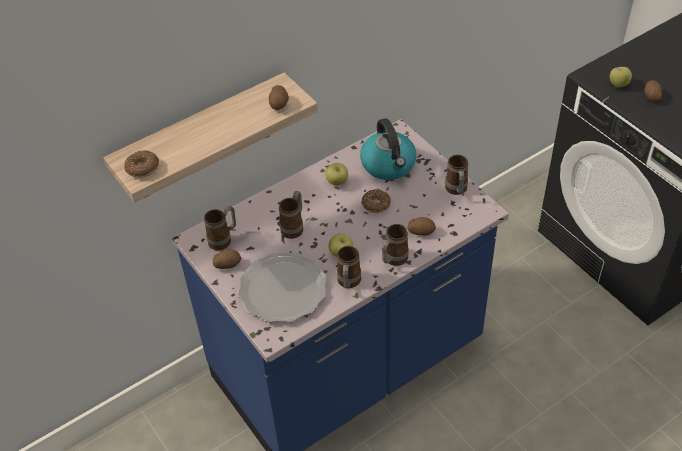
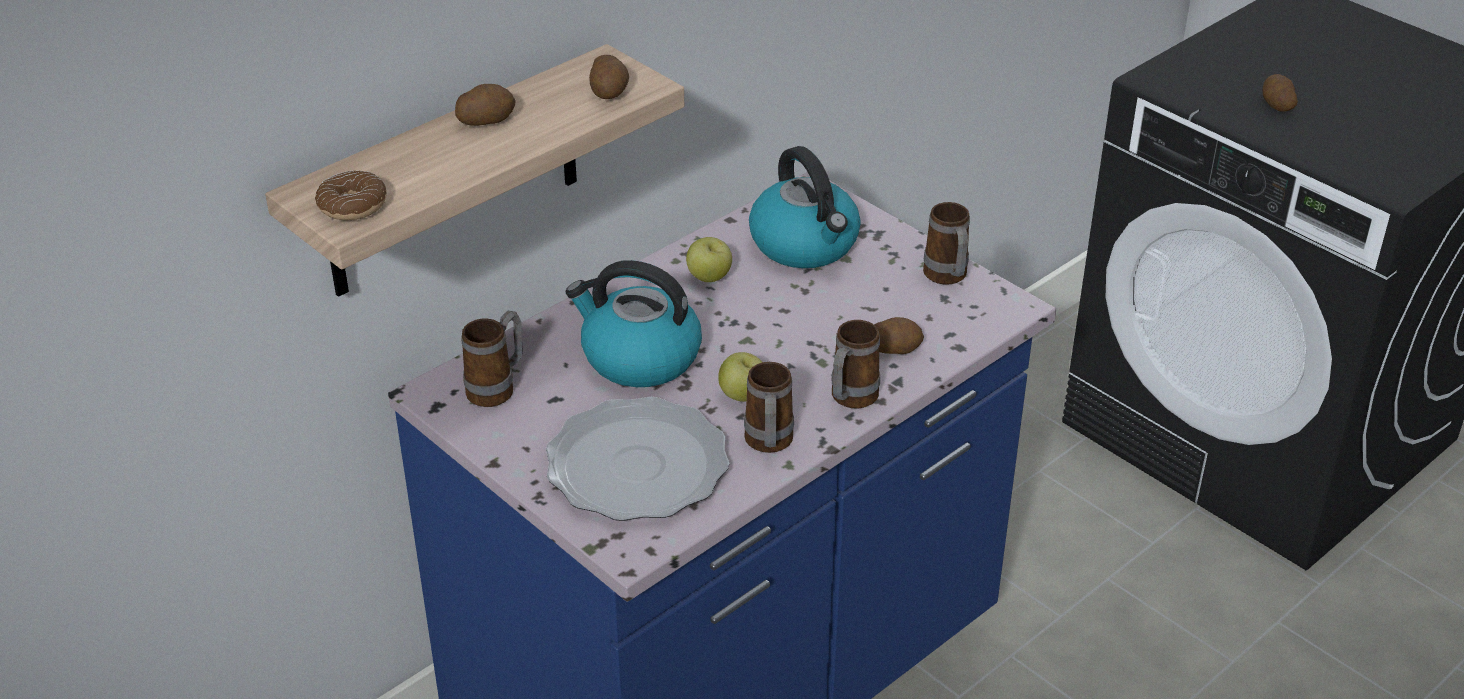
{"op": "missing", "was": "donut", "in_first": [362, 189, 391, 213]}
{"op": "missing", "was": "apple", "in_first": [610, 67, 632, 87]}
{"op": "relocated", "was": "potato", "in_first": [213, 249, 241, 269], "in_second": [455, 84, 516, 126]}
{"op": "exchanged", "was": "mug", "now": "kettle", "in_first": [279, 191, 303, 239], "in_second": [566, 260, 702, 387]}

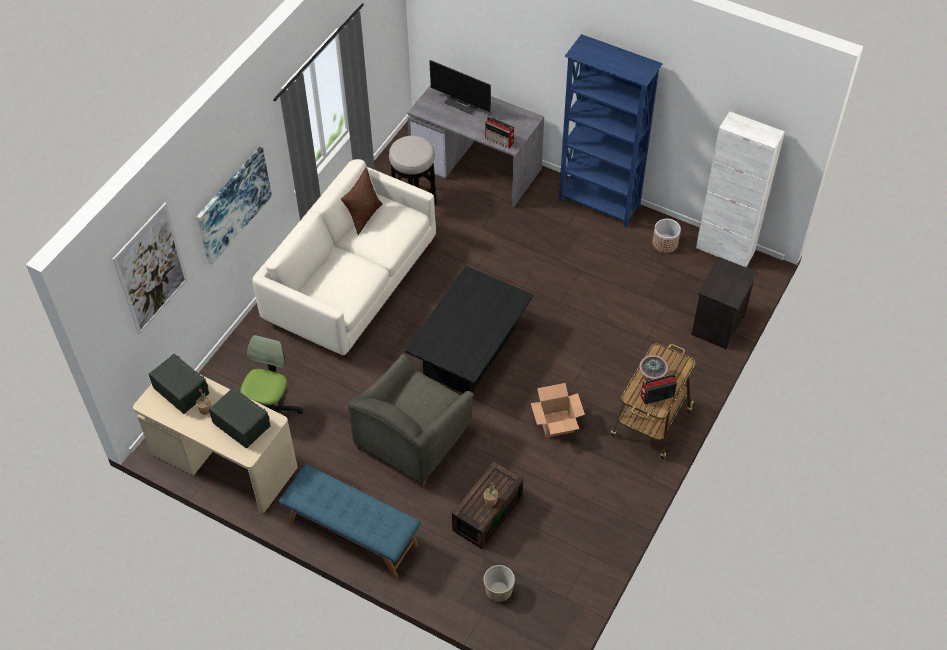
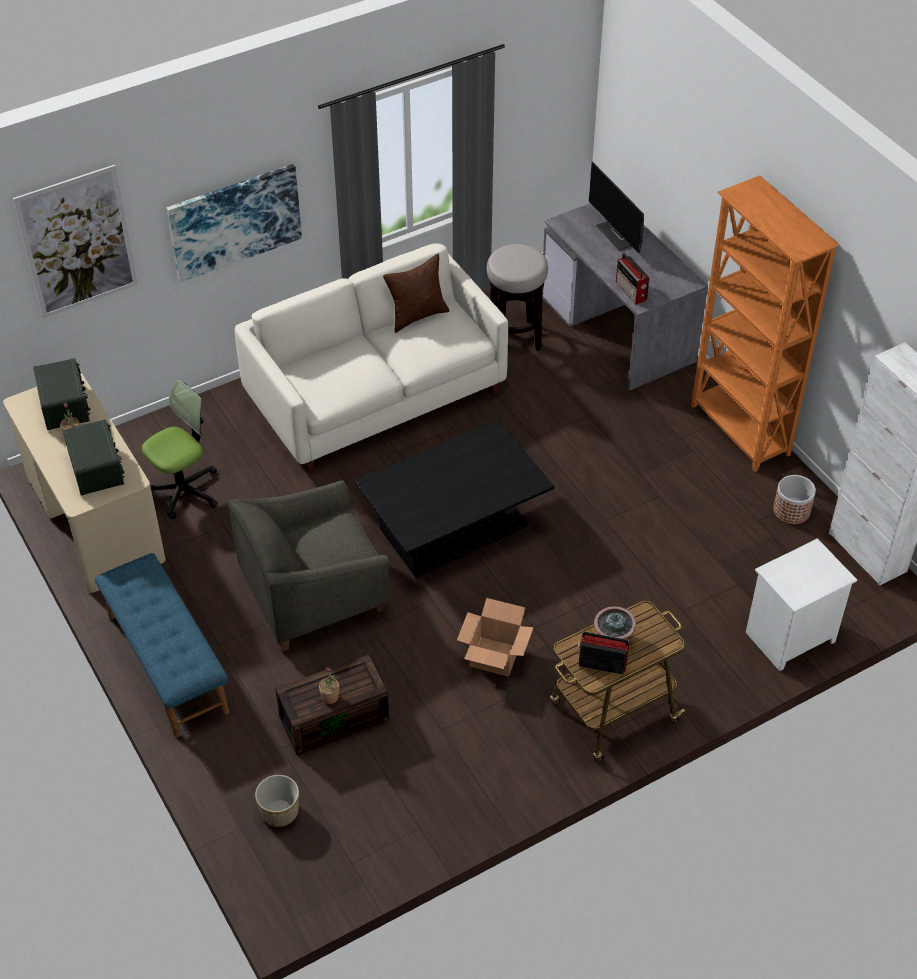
{"op": "colour", "was": "blue bookcase", "now": "orange bookcase", "in_first": [559, 34, 663, 228], "in_second": [691, 175, 840, 472]}
{"op": "colour", "was": "black nightstand", "now": "white nightstand", "in_first": [691, 257, 758, 350], "in_second": [746, 538, 857, 671]}

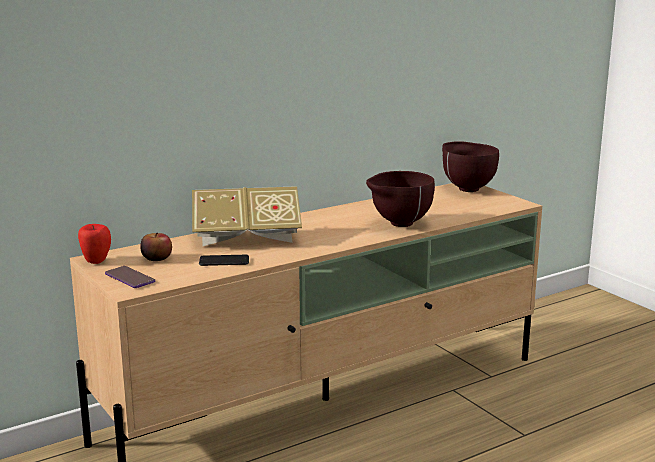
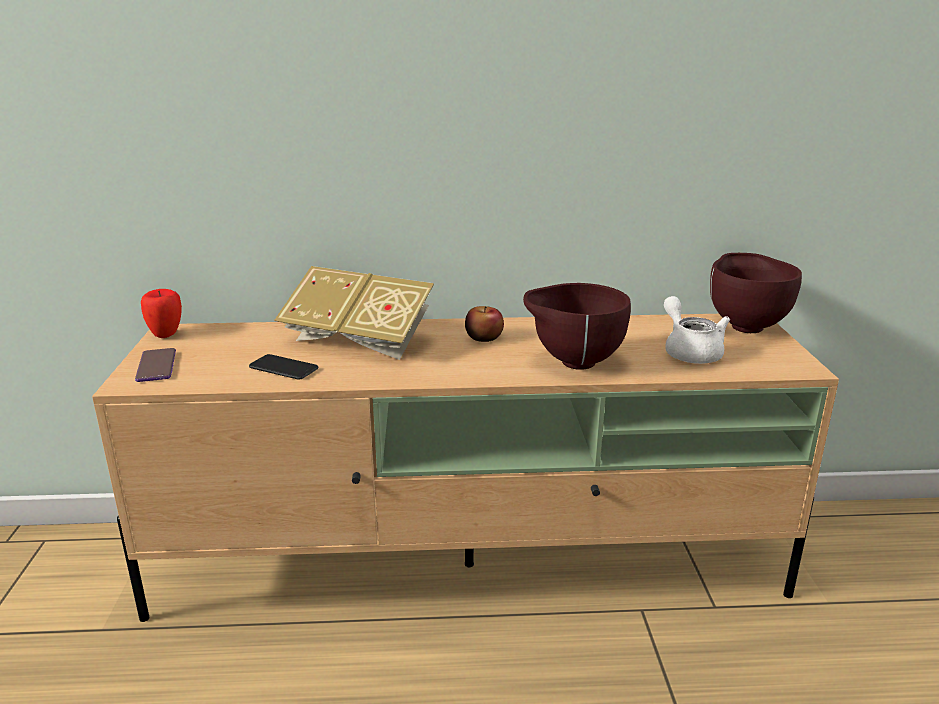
{"op": "appeared", "now": "white teapot", "in_second": [664, 296, 730, 364]}
{"op": "relocated", "was": "apple", "in_first": [140, 233, 172, 261], "in_second": [465, 306, 504, 342]}

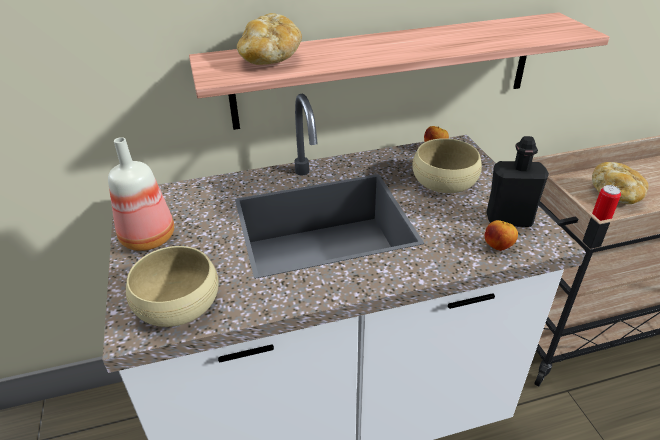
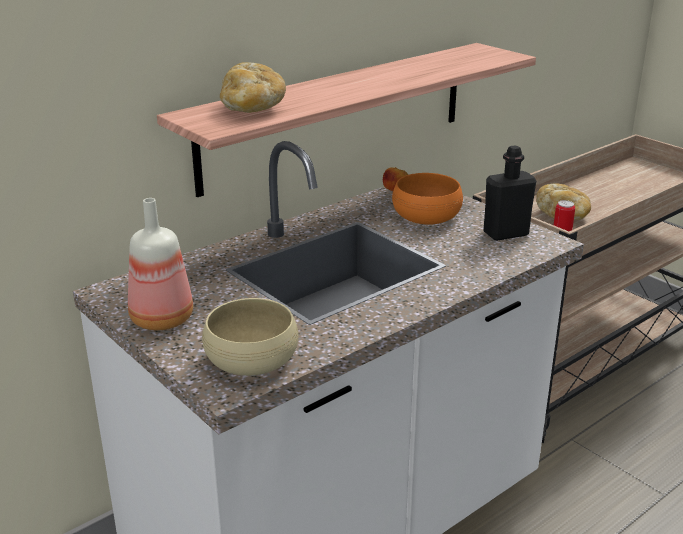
{"op": "missing", "was": "apple", "in_first": [485, 220, 518, 251]}
{"op": "colour", "was": "beige bowl", "now": "orange bowl", "in_first": [412, 138, 482, 193], "in_second": [392, 173, 463, 225]}

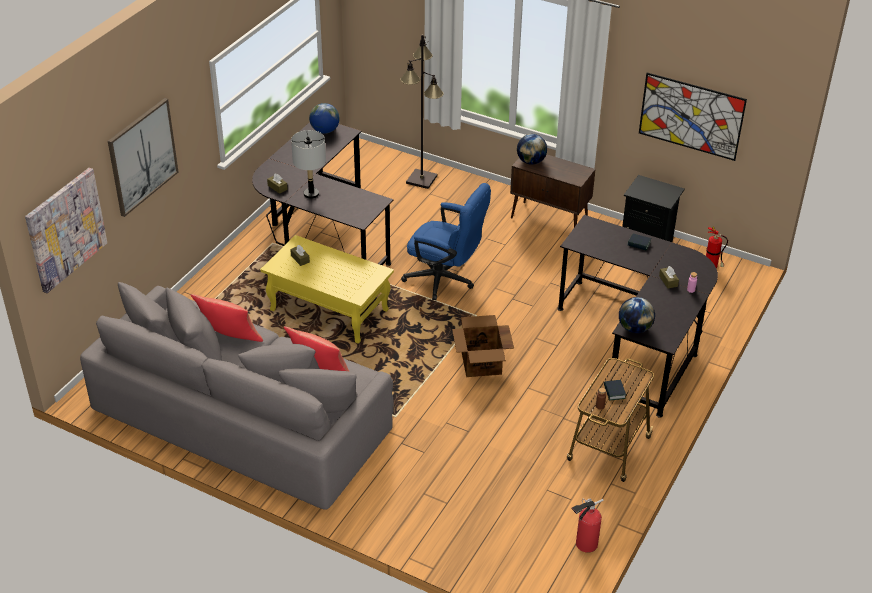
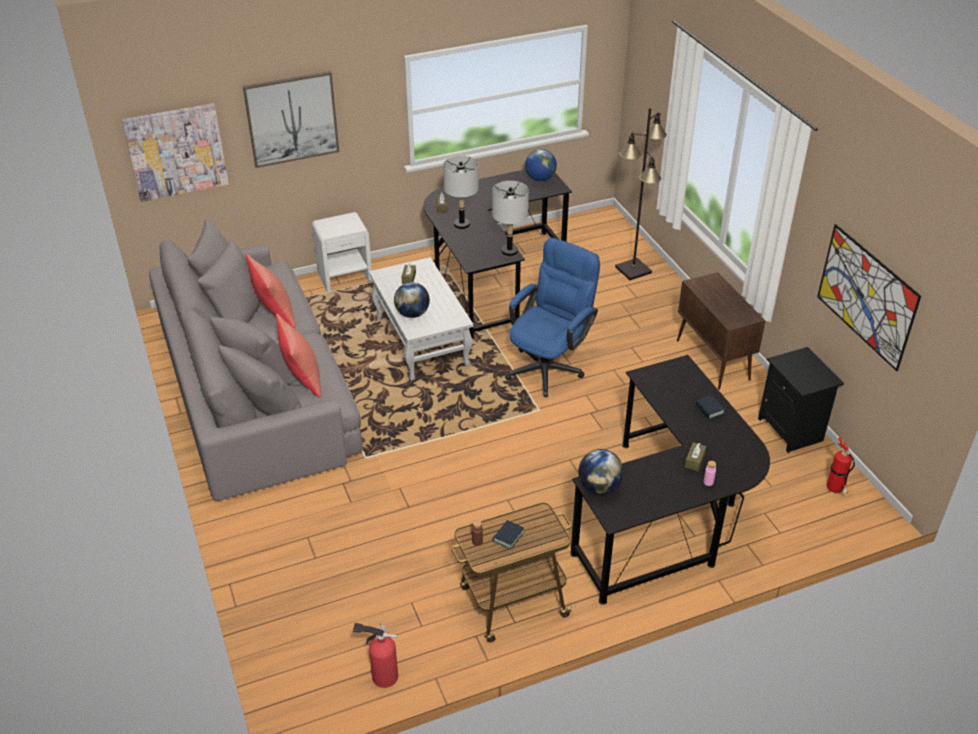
{"op": "missing", "was": "cardboard box", "in_first": [452, 315, 514, 377]}
{"op": "appeared", "now": "white nightstand", "in_second": [312, 212, 373, 292]}
{"op": "appeared", "now": "grey table lamp", "in_second": [492, 181, 529, 256]}
{"op": "relocated", "was": "globe", "in_first": [517, 134, 547, 165], "in_second": [394, 282, 430, 318]}
{"op": "colour", "was": "yellow coffee table", "now": "white coffee table", "in_first": [260, 235, 394, 344], "in_second": [369, 257, 473, 380]}
{"op": "spun", "was": "blue office chair", "in_first": [401, 183, 491, 300], "in_second": [505, 238, 600, 397], "clockwise": -120}

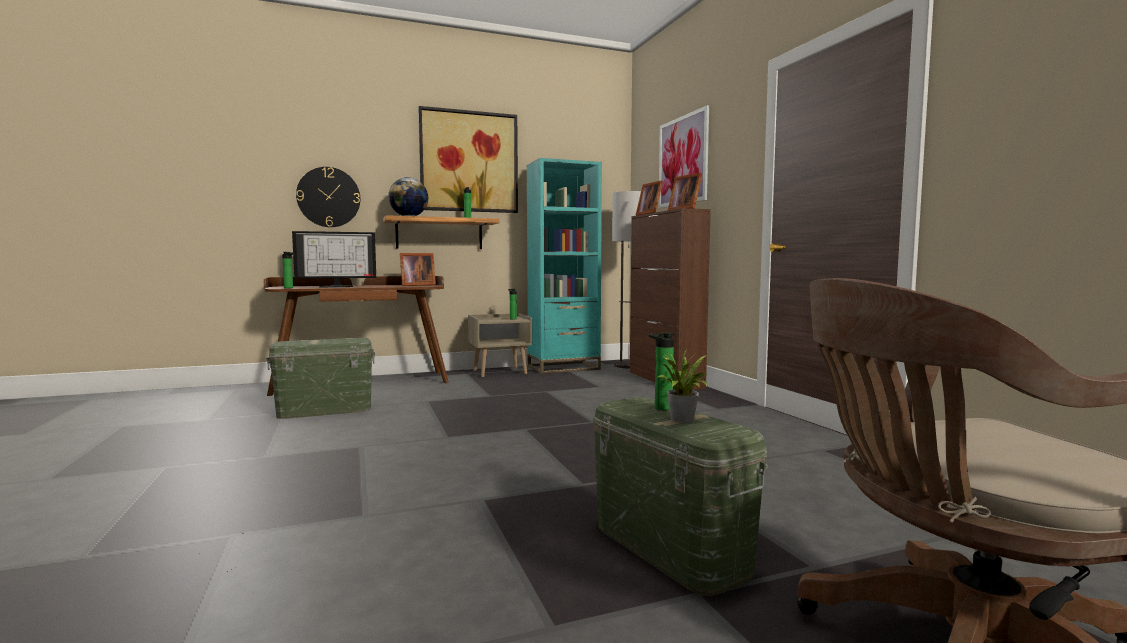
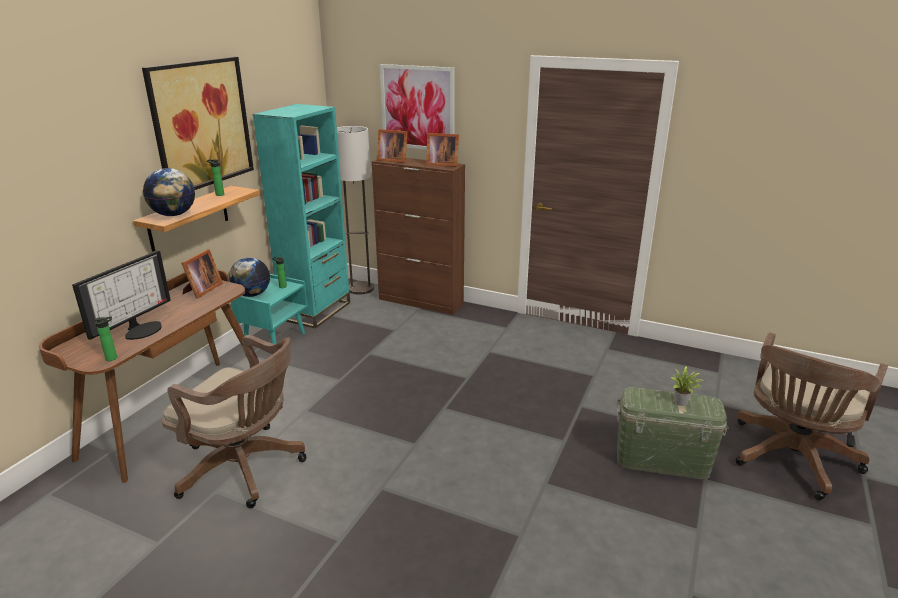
{"op": "missing", "was": "wall clock", "in_first": [296, 167, 360, 227]}
{"op": "missing", "was": "bottle", "in_first": [649, 333, 675, 410]}
{"op": "appeared", "now": "globe", "in_second": [229, 257, 270, 297]}
{"op": "exchanged", "was": "green storage box", "now": "brown office chair", "in_first": [266, 338, 375, 419], "in_second": [162, 335, 307, 509]}
{"op": "colour", "was": "beige nightstand", "now": "turquoise nightstand", "in_first": [468, 313, 532, 377], "in_second": [231, 274, 308, 344]}

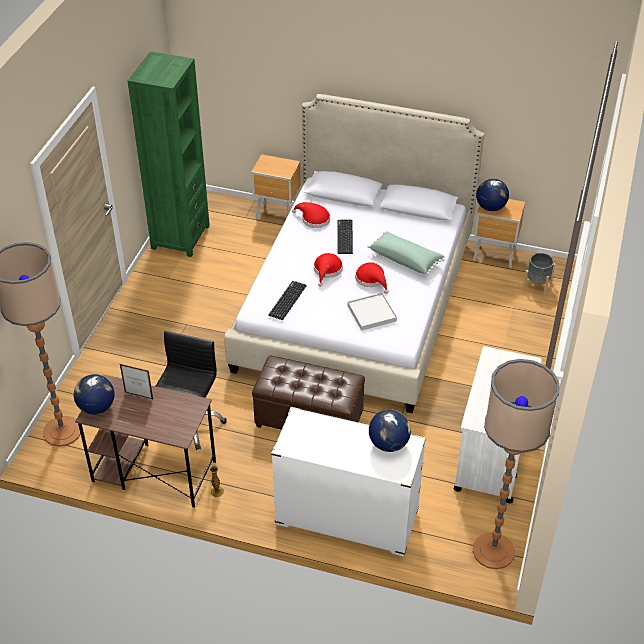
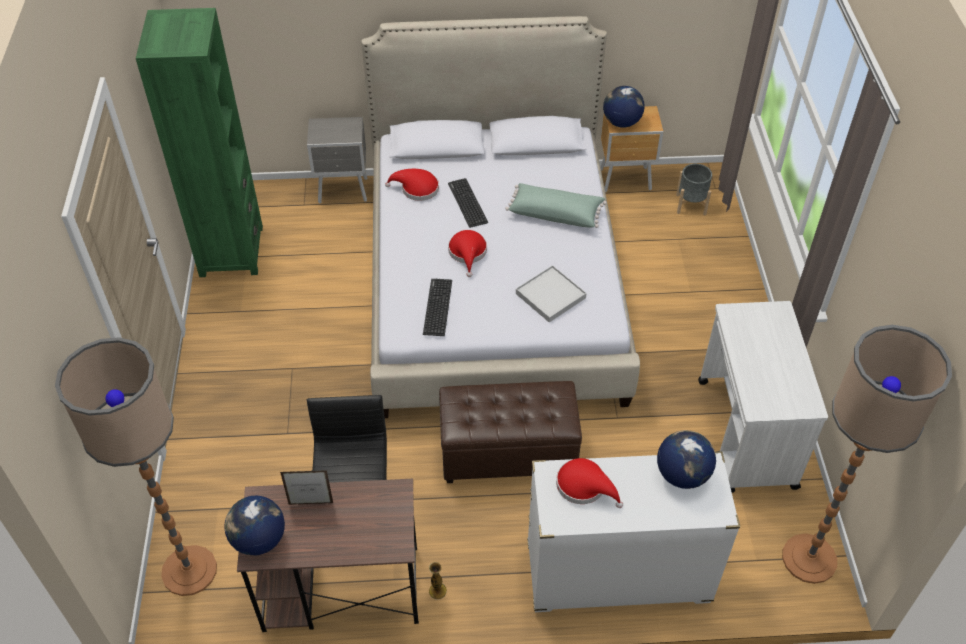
{"op": "relocated", "was": "red hat", "in_first": [355, 262, 389, 294], "in_second": [556, 458, 623, 508]}
{"op": "colour", "was": "brown nightstand", "now": "grey nightstand", "in_first": [251, 154, 301, 219], "in_second": [307, 117, 368, 204]}

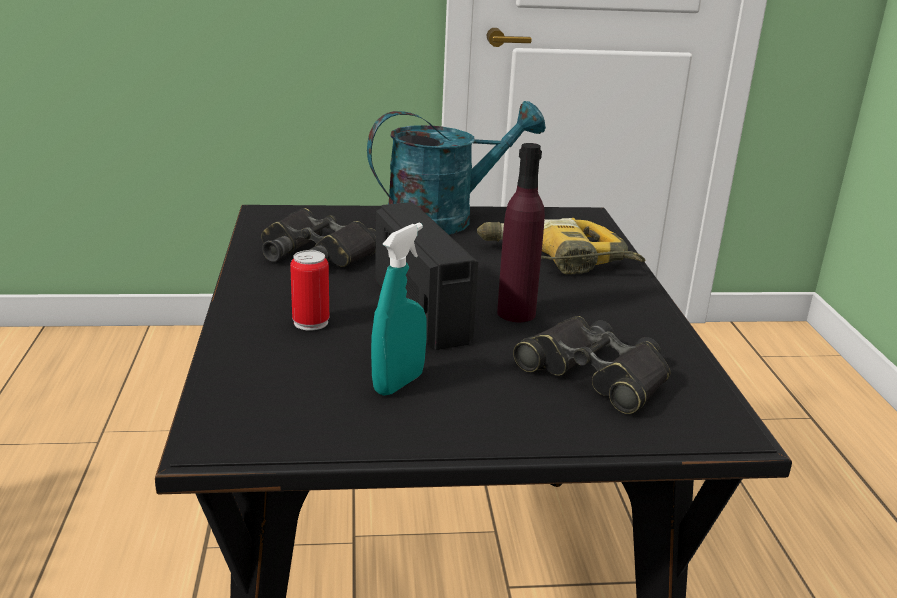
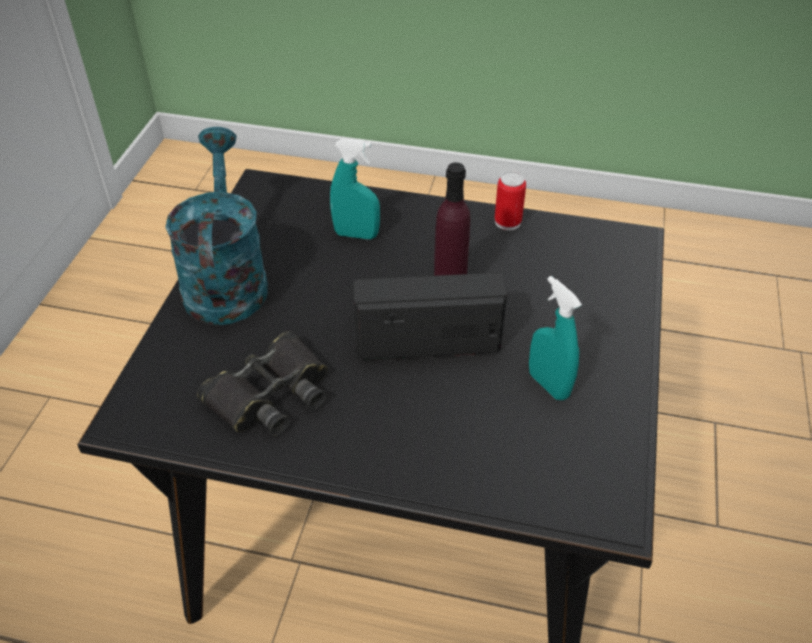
{"op": "missing", "was": "black binoculars", "in_first": [513, 316, 670, 414]}
{"op": "relocated", "was": "can", "in_first": [290, 250, 329, 331], "in_second": [494, 171, 526, 231]}
{"op": "exchanged", "was": "power drill", "now": "turquoise spray bottle", "in_first": [477, 218, 646, 274], "in_second": [330, 139, 380, 239]}

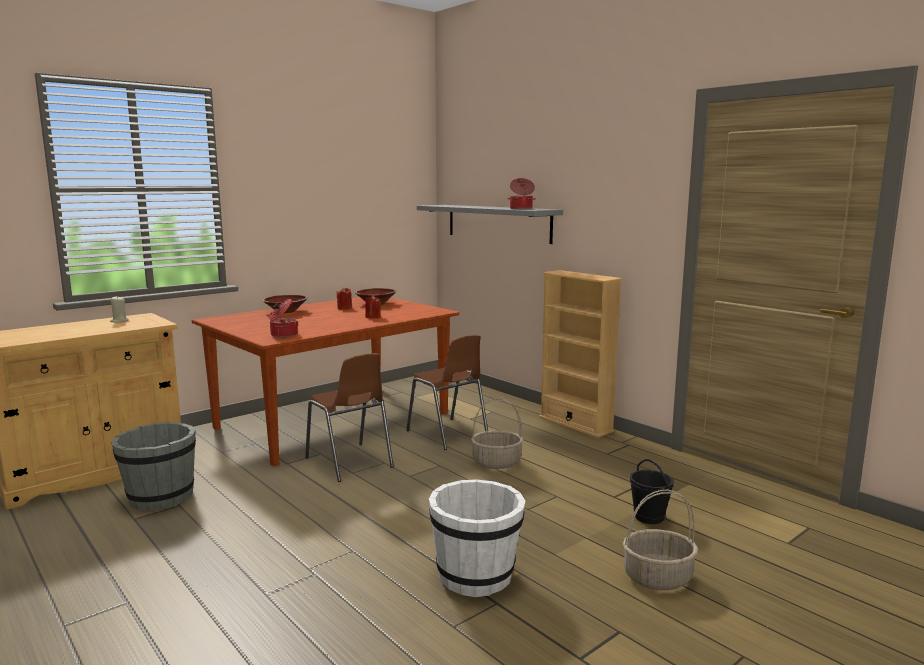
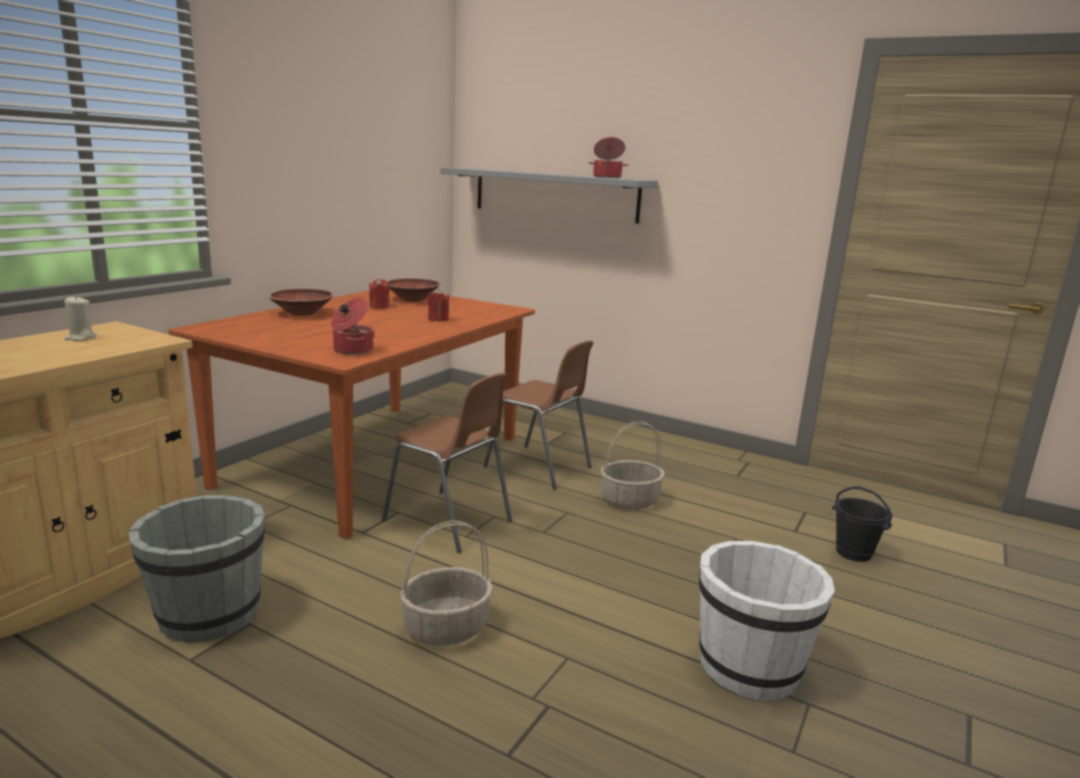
{"op": "missing", "was": "beige bookcase", "in_first": [539, 270, 622, 438]}
{"op": "relocated", "was": "basket", "in_first": [623, 490, 698, 590], "in_second": [400, 521, 493, 646]}

